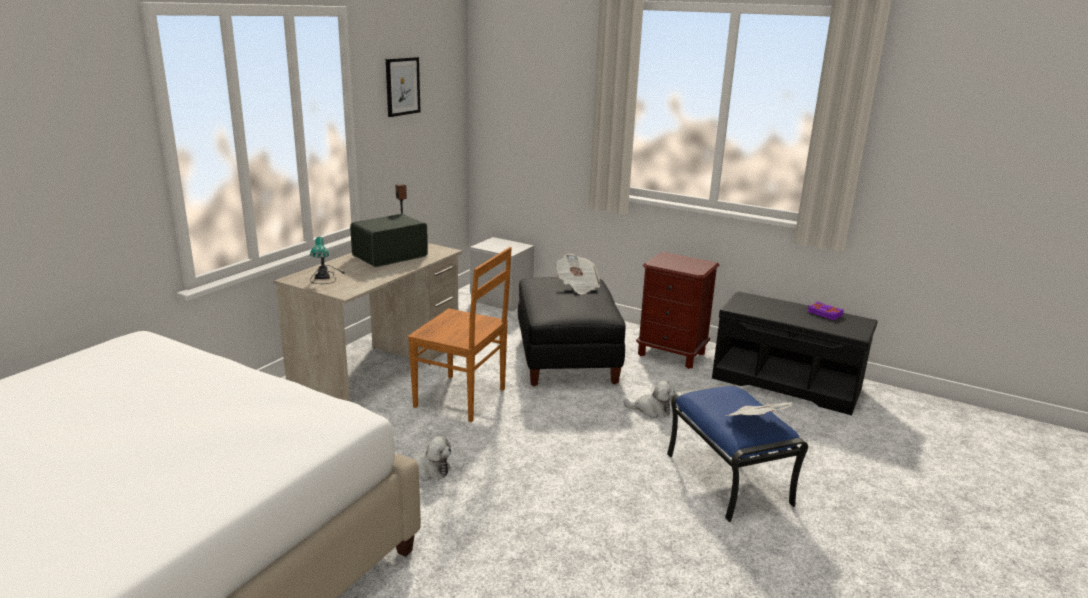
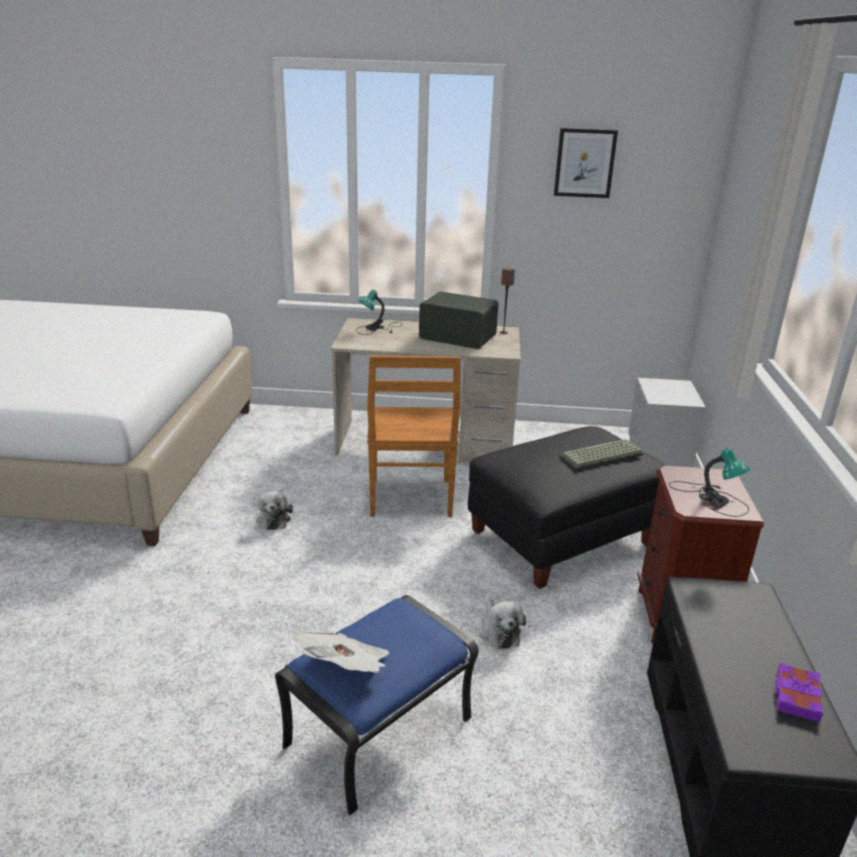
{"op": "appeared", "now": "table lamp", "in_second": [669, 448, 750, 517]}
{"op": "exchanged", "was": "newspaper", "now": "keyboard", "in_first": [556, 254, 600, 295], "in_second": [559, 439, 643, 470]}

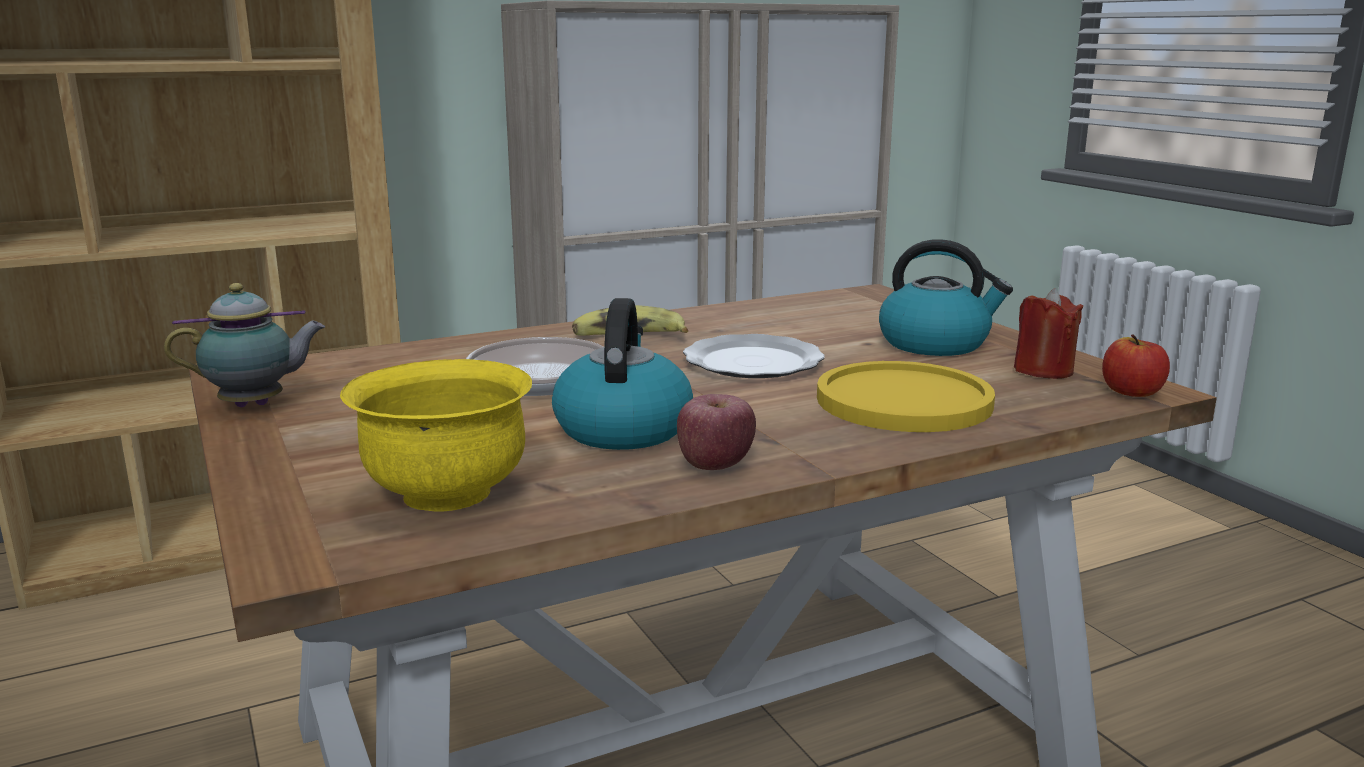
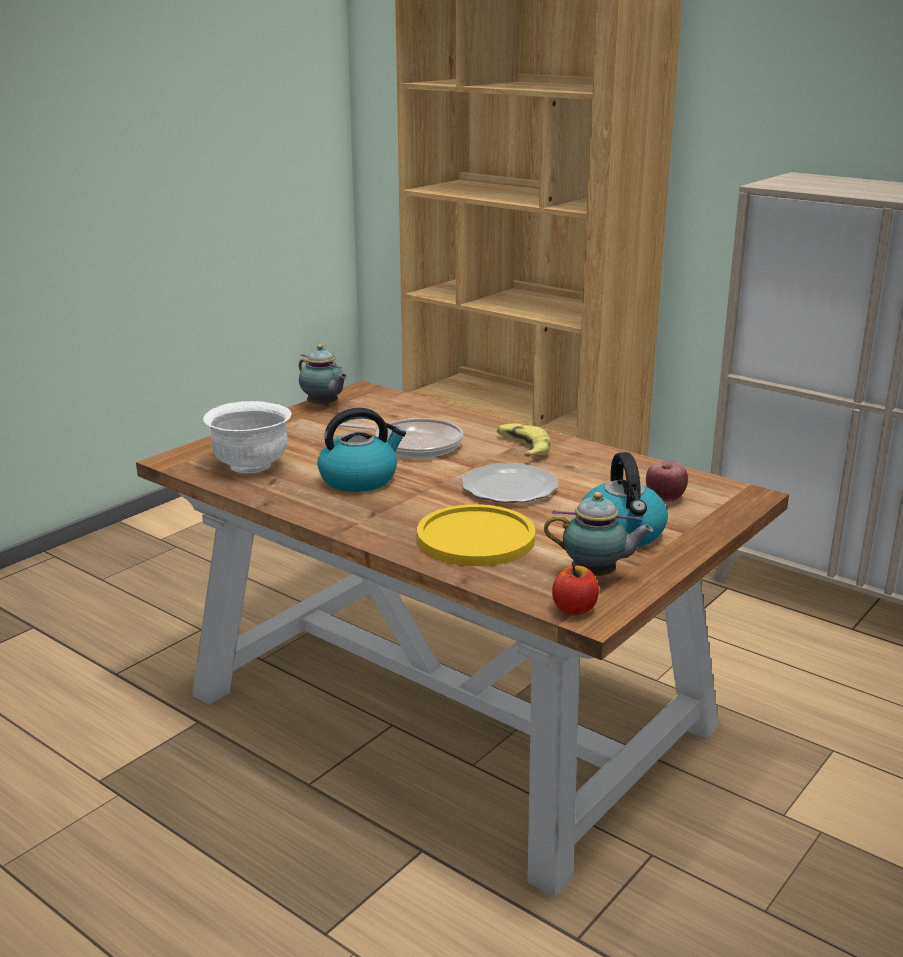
{"op": "relocated", "was": "apple", "in_first": [677, 394, 756, 470], "in_second": [646, 461, 688, 502]}
{"op": "exchanged", "was": "red candle", "now": "teapot", "in_first": [1014, 288, 1083, 379], "in_second": [544, 492, 653, 576]}
{"op": "colour", "was": "yellow bowl", "now": "white bowl", "in_first": [340, 359, 532, 512], "in_second": [203, 401, 291, 473]}

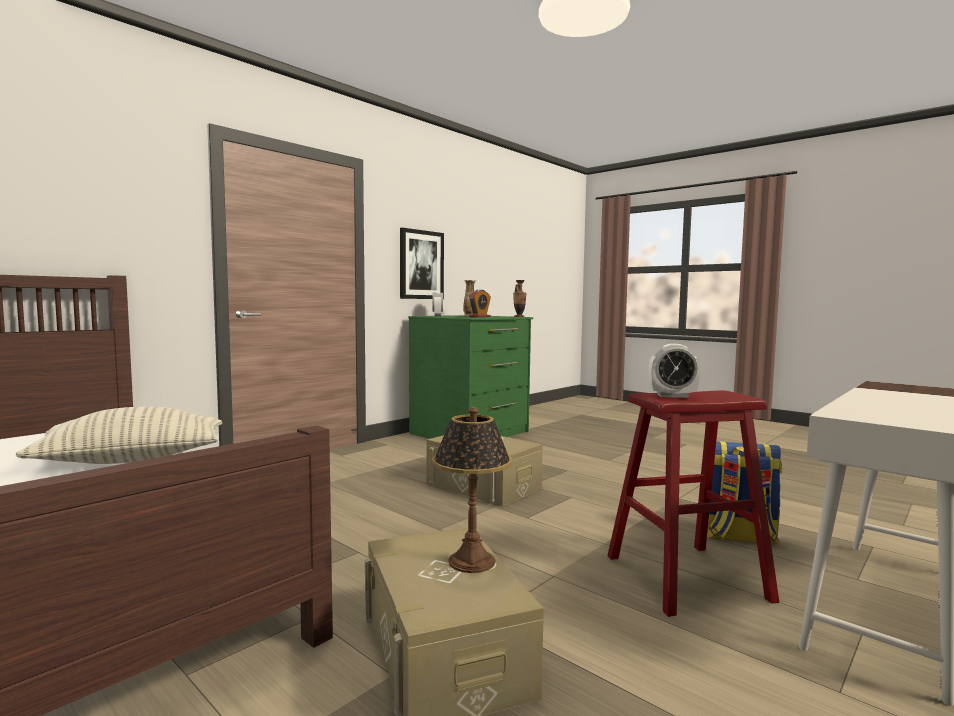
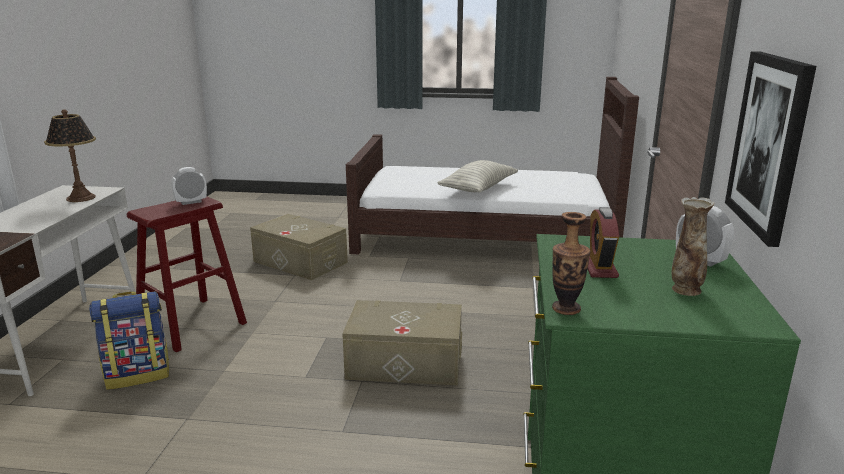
{"op": "relocated", "was": "table lamp", "in_first": [432, 407, 512, 573], "in_second": [44, 109, 96, 202]}

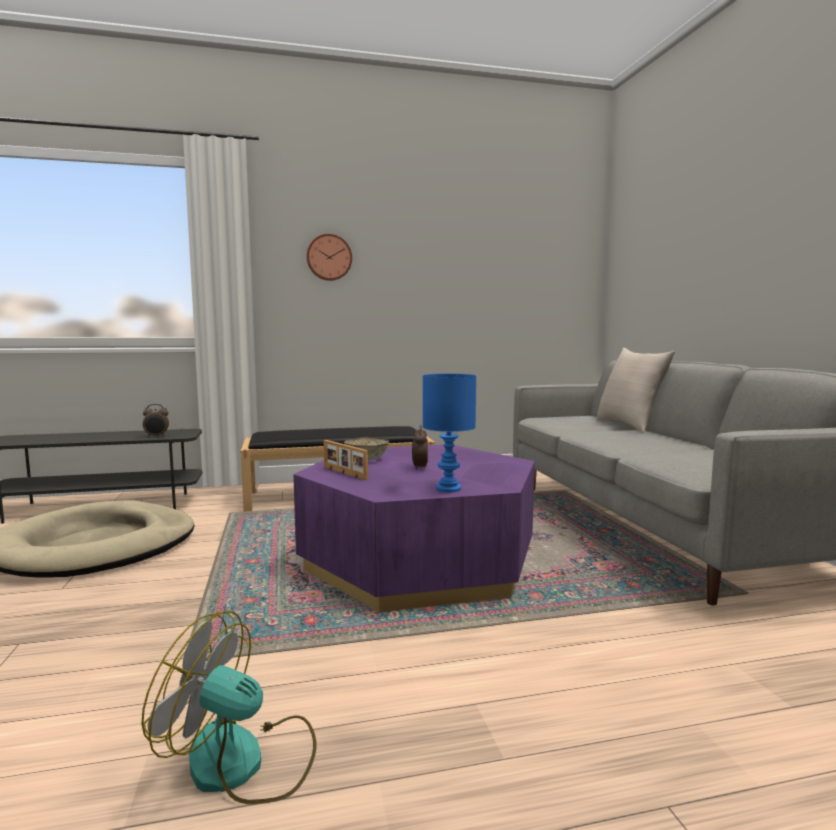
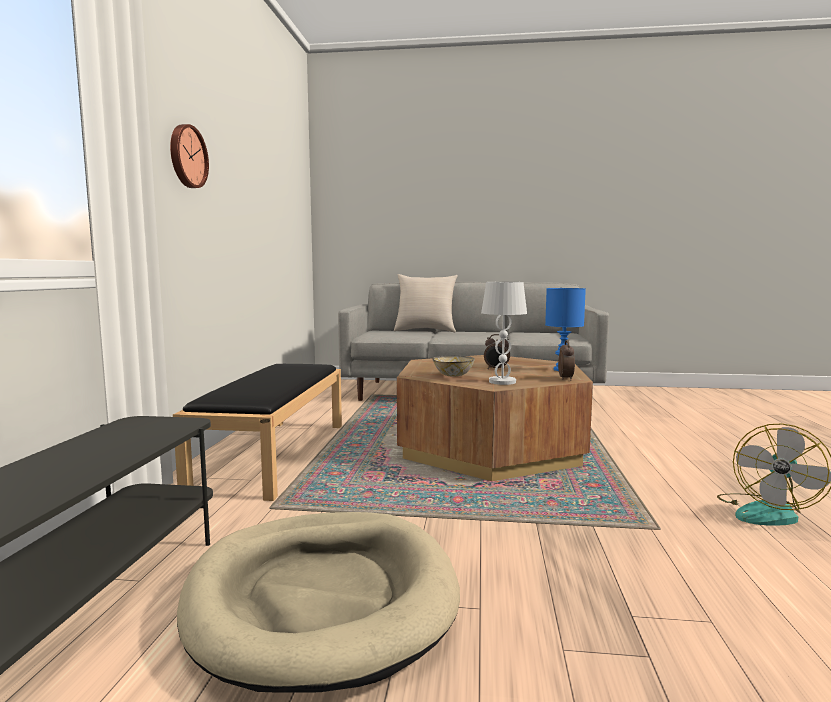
{"op": "relocated", "was": "alarm clock", "in_first": [143, 404, 169, 437], "in_second": [558, 340, 575, 380]}
{"op": "exchanged", "was": "picture frame", "now": "white table lamp", "in_first": [324, 440, 368, 480], "in_second": [481, 282, 527, 385]}
{"op": "colour", "was": "purple coffee table", "now": "brown coffee table", "in_first": [293, 445, 535, 612], "in_second": [397, 355, 593, 481]}

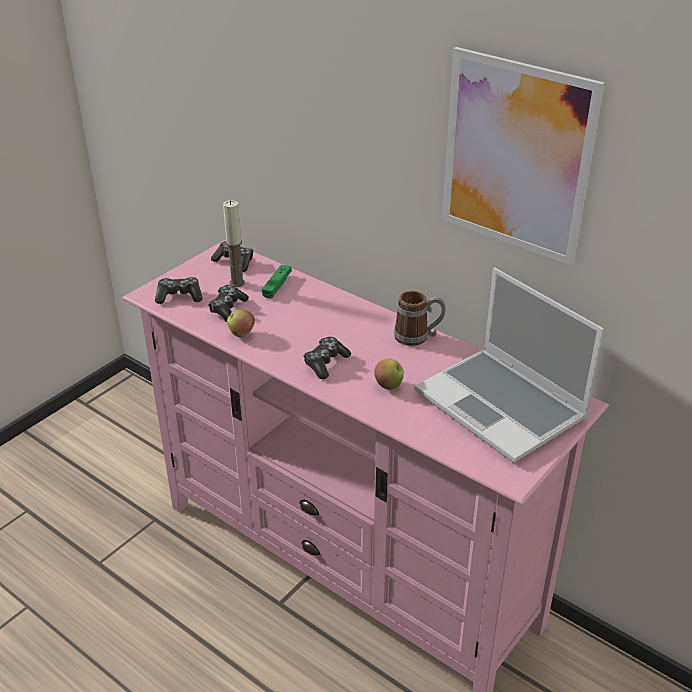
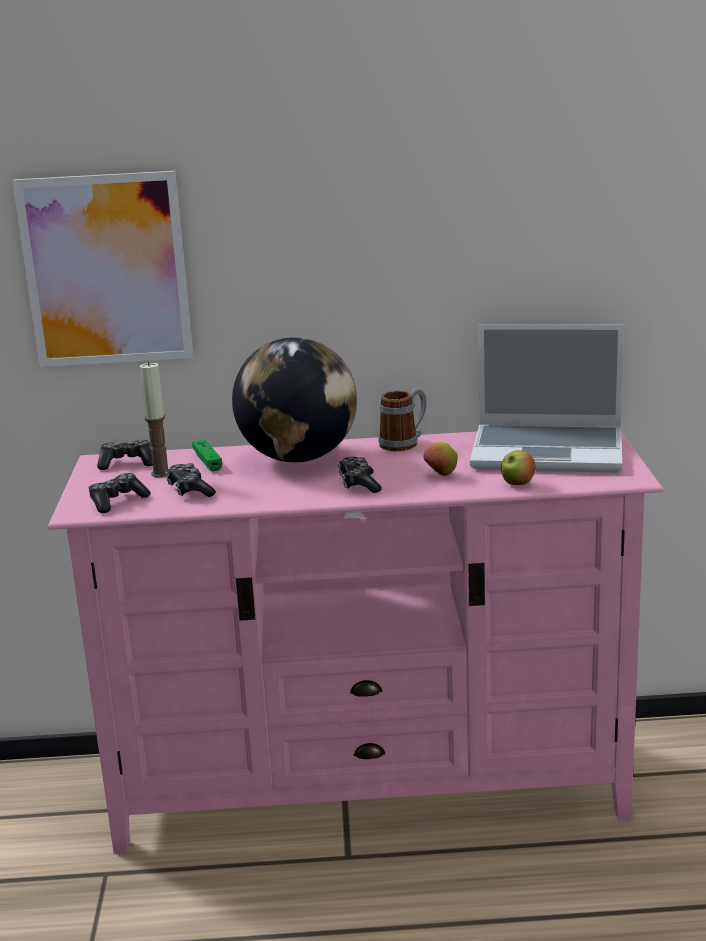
{"op": "appeared", "now": "globe", "in_second": [232, 337, 357, 462]}
{"op": "relocated", "was": "apple", "in_first": [227, 309, 255, 338], "in_second": [501, 450, 536, 485]}
{"op": "relocated", "was": "picture", "in_first": [442, 47, 605, 266], "in_second": [12, 171, 193, 367]}

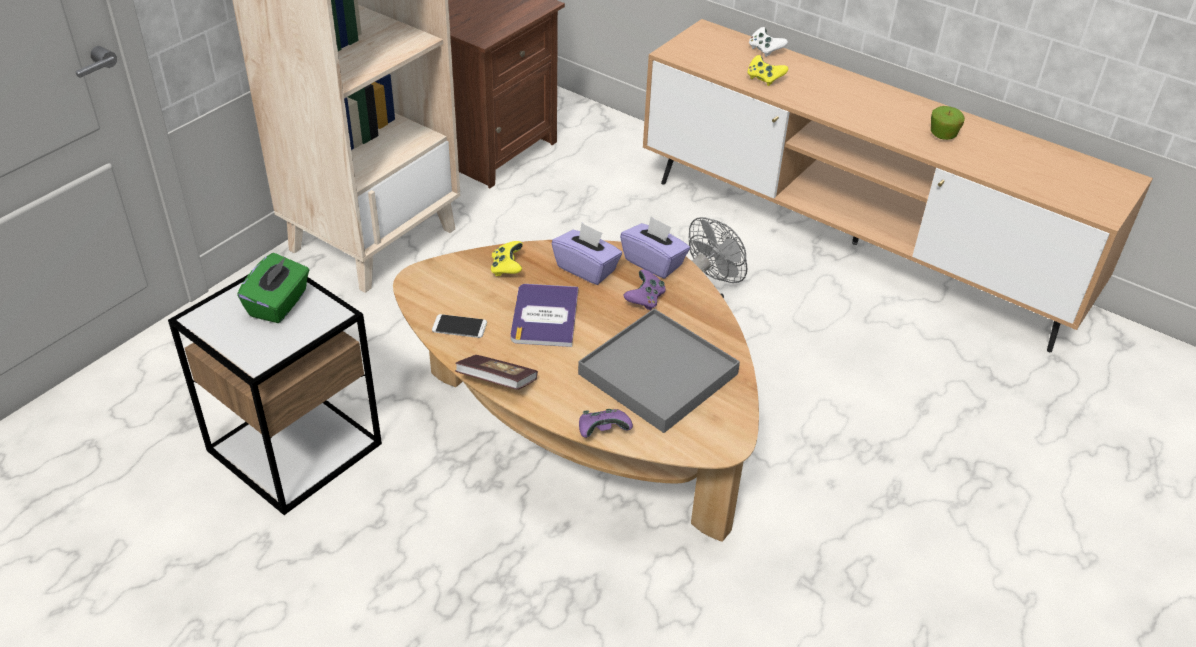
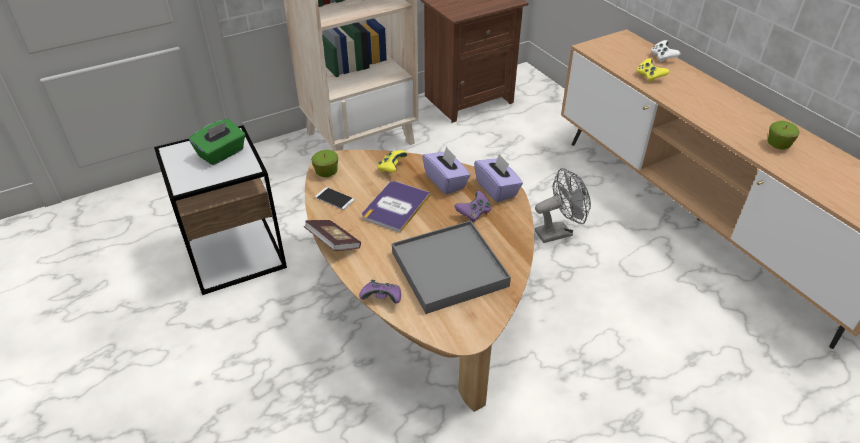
{"op": "appeared", "now": "apple", "in_second": [311, 150, 338, 177]}

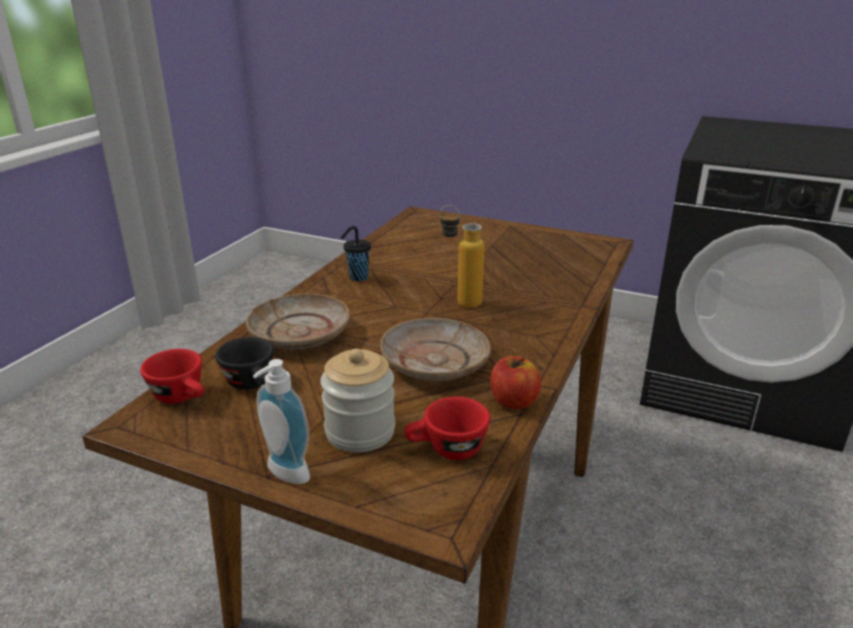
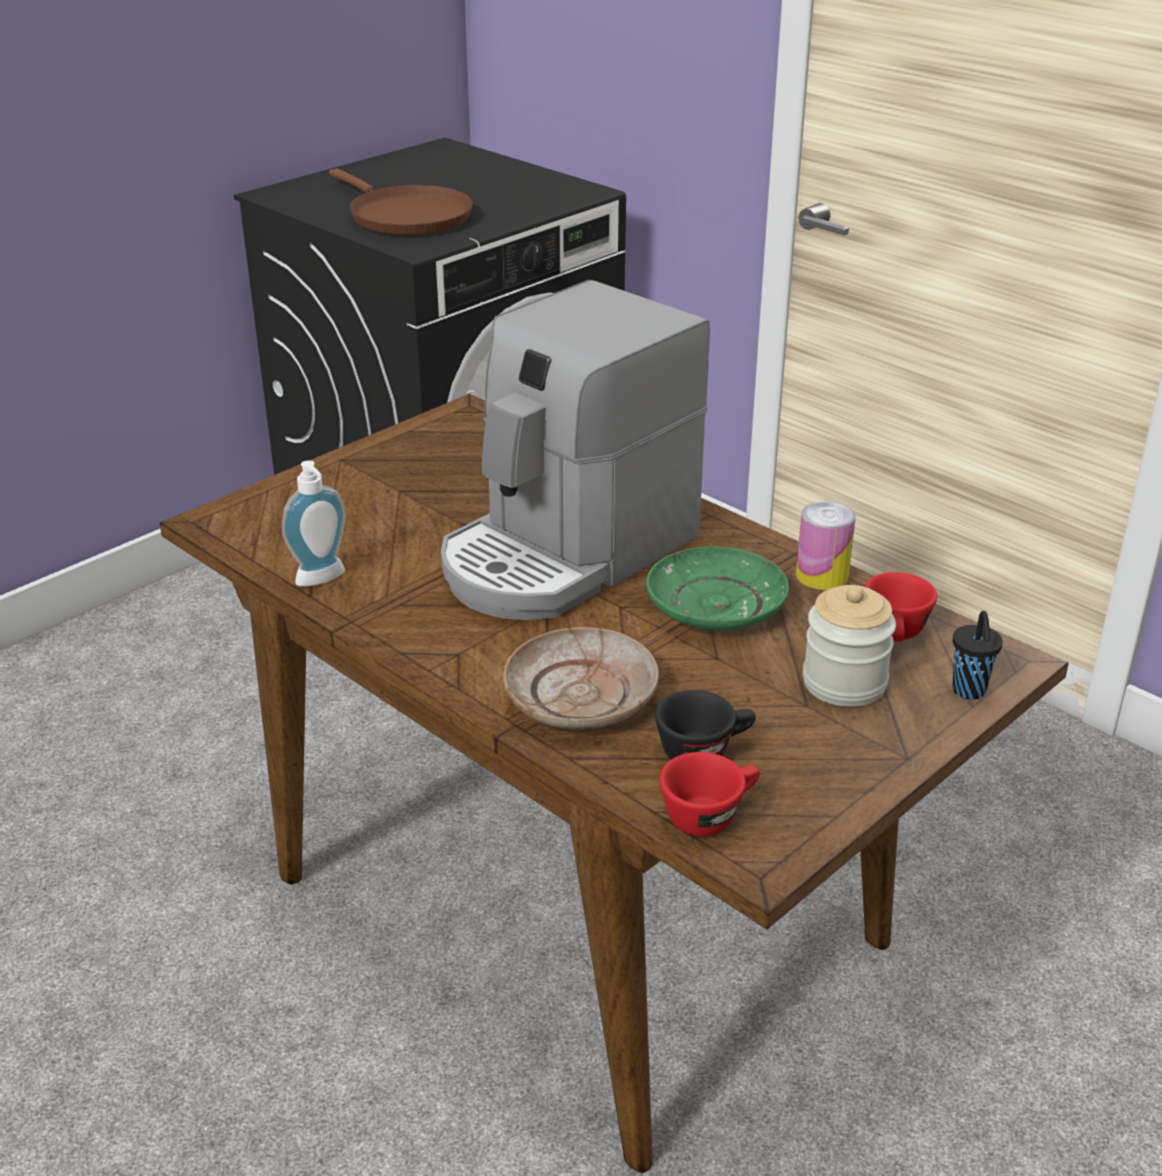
{"op": "appeared", "now": "brown frying pan", "in_second": [329, 169, 473, 235]}
{"op": "relocated", "was": "soap dispenser", "in_first": [253, 359, 310, 484], "in_second": [282, 460, 346, 587]}
{"op": "relocated", "was": "black cup", "in_first": [340, 226, 371, 281], "in_second": [952, 611, 1003, 699]}
{"op": "exchanged", "was": "bottle", "now": "coffee machine", "in_first": [440, 205, 484, 308], "in_second": [441, 280, 710, 620]}
{"op": "exchanged", "was": "apple", "now": "can", "in_first": [491, 356, 541, 409], "in_second": [796, 502, 856, 590]}
{"op": "colour", "was": "beige plate", "now": "green plate", "in_first": [380, 318, 491, 381], "in_second": [646, 546, 789, 630]}

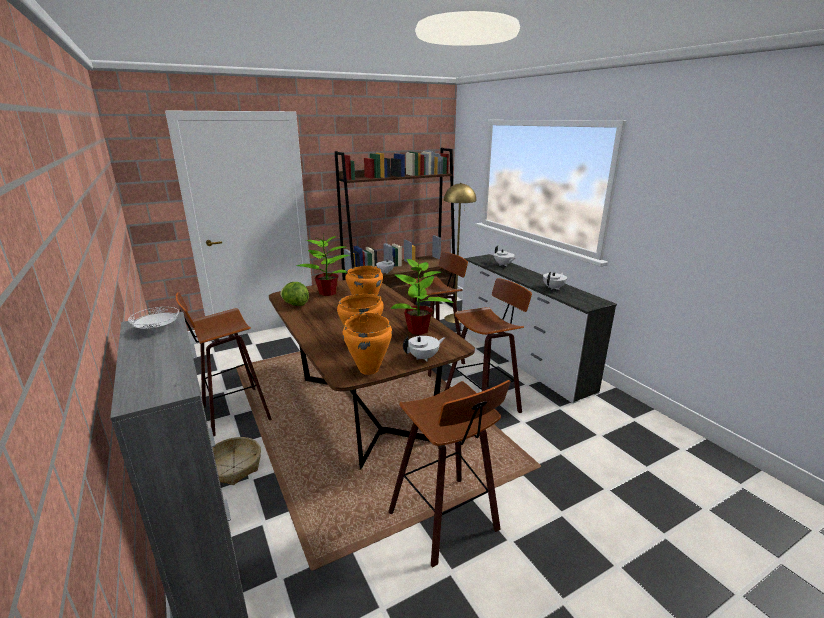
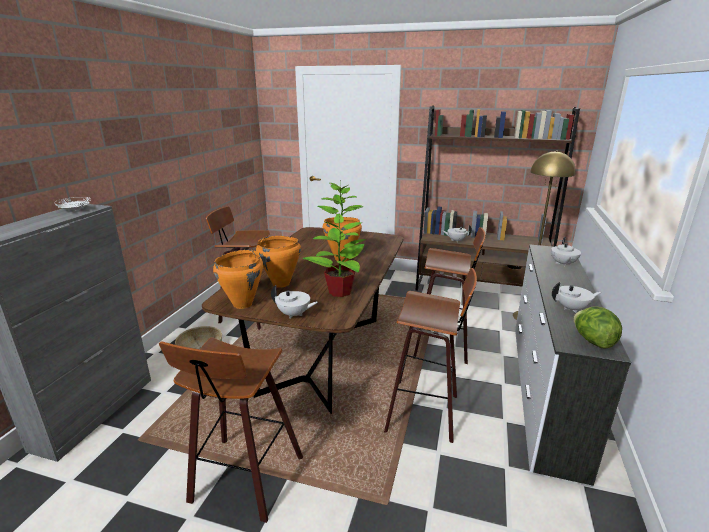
{"op": "relocated", "was": "lettuce", "in_first": [280, 282, 309, 306], "in_second": [574, 306, 622, 349]}

